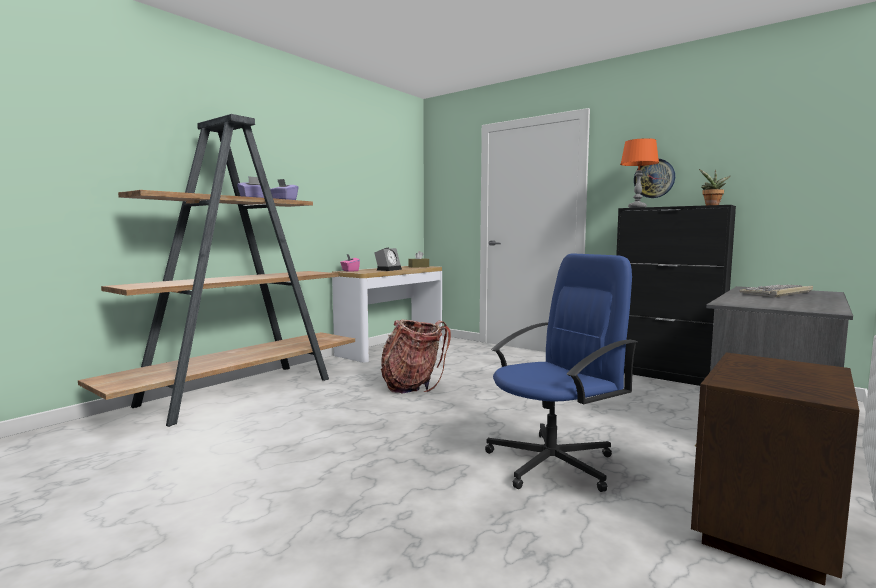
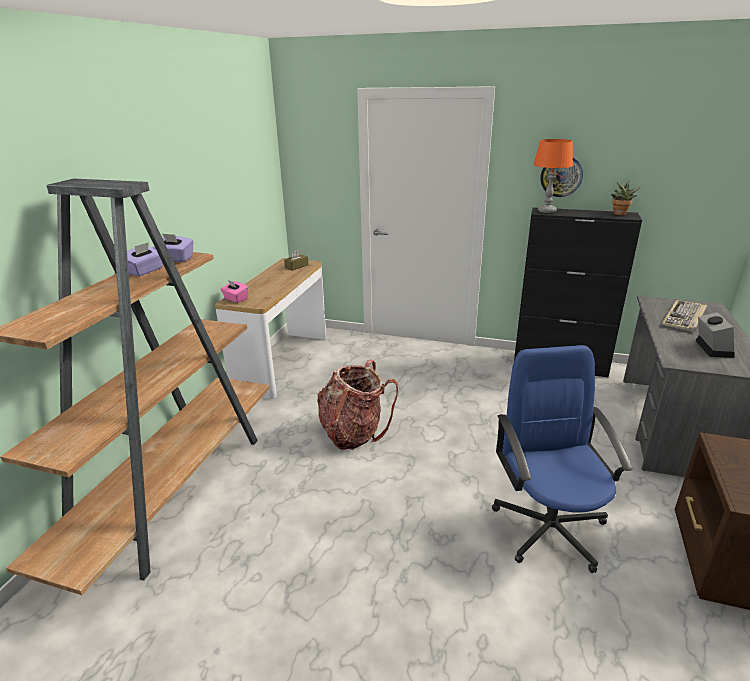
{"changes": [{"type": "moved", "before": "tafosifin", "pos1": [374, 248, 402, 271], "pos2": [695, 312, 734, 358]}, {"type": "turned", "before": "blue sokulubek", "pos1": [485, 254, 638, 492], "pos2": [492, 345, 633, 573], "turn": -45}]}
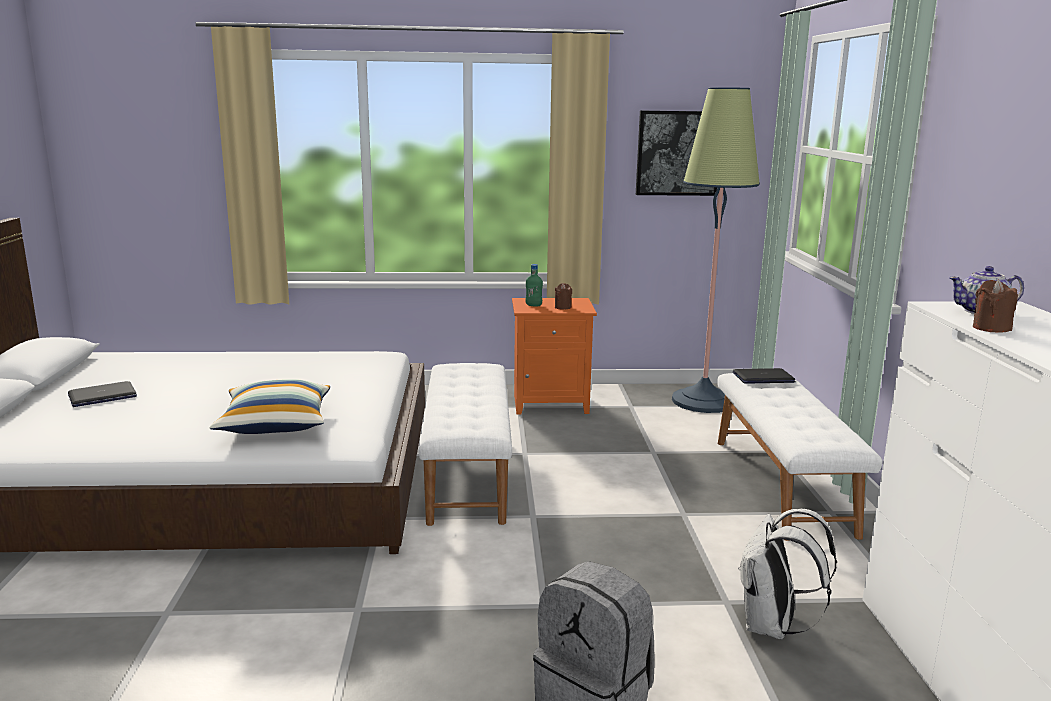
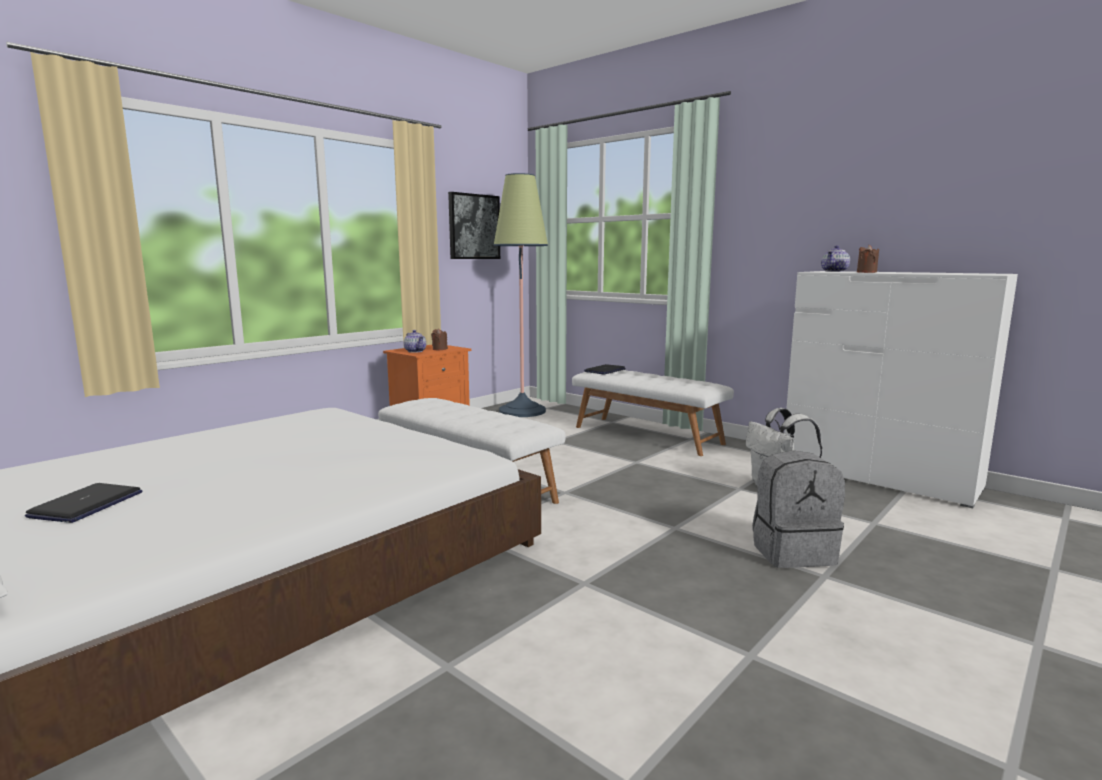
{"changes": [{"type": "replaced", "before": "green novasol", "after": "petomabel", "pos1": [525, 264, 543, 307], "pos2": [404, 330, 426, 353]}, {"type": "removed", "before": "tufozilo", "pos1": [210, 379, 330, 434]}]}
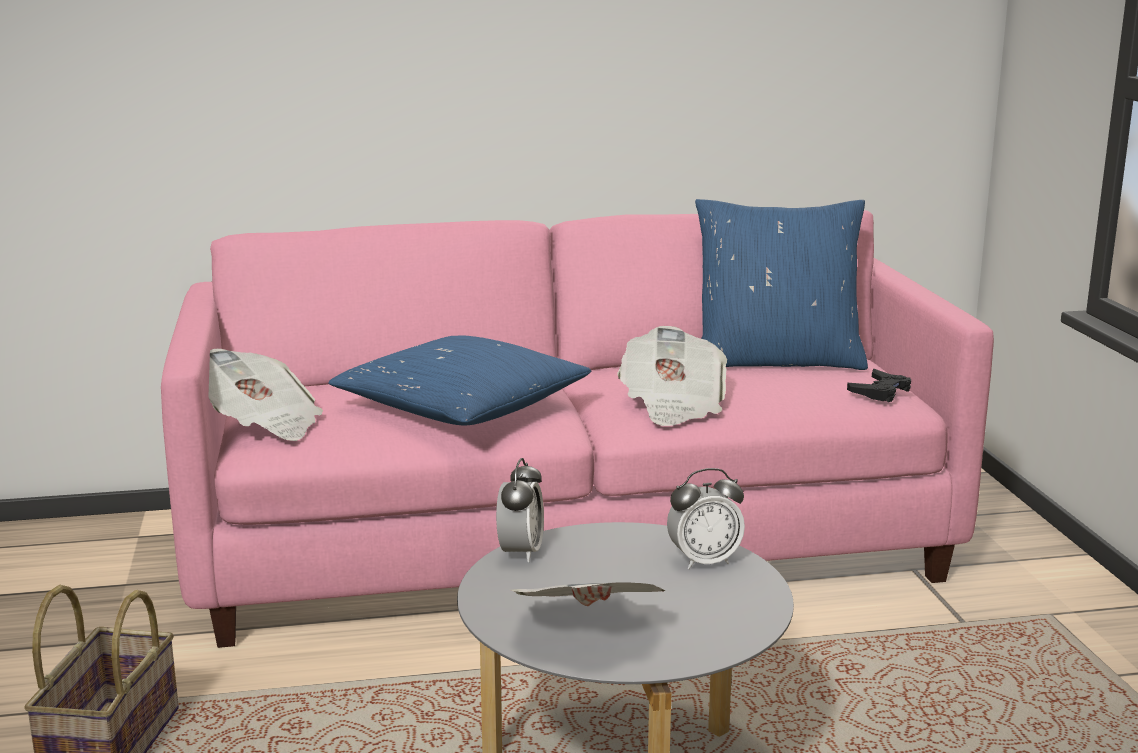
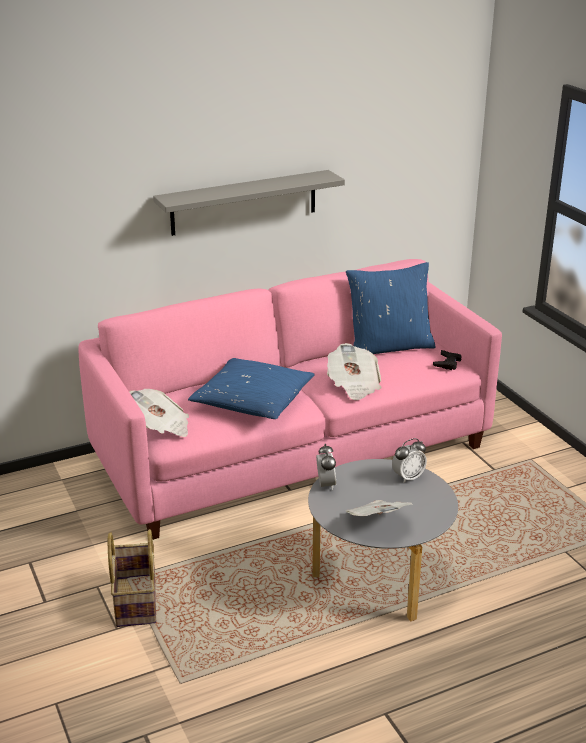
{"changes": [{"type": "added", "after": "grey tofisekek", "pos2": [153, 170, 345, 236]}]}
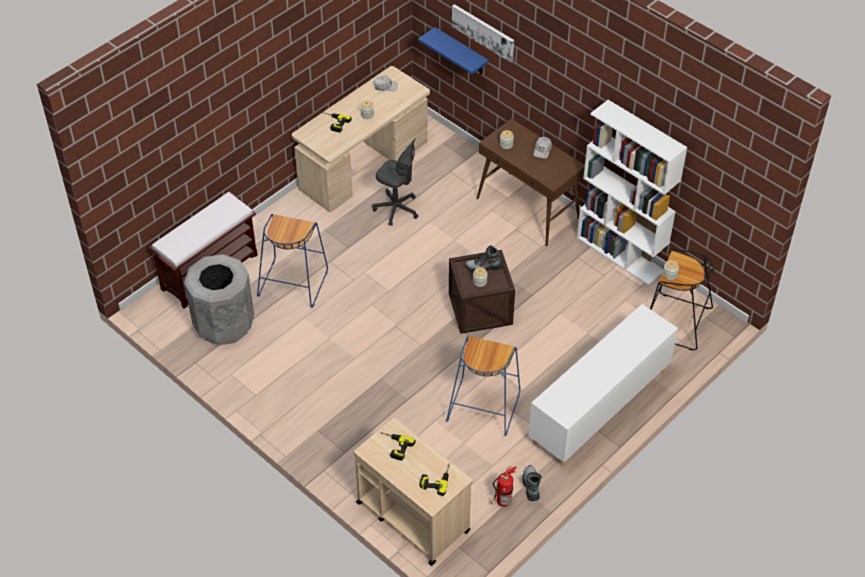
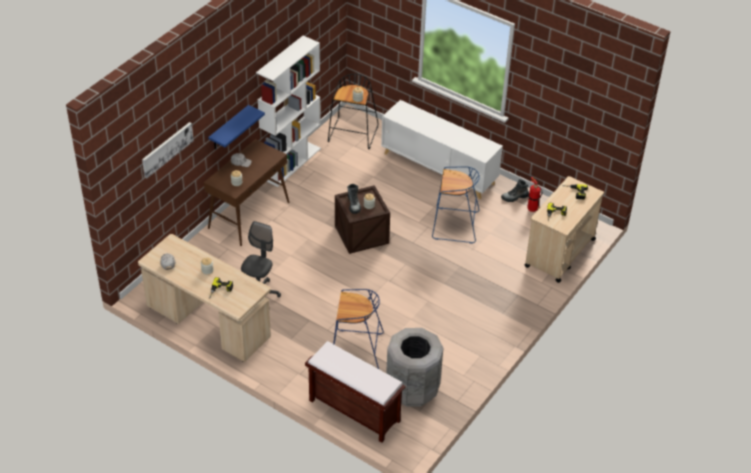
{"changes": [{"type": "moved", "before": "blue tofisekek", "pos1": [418, 27, 489, 75], "pos2": [208, 105, 265, 149]}]}
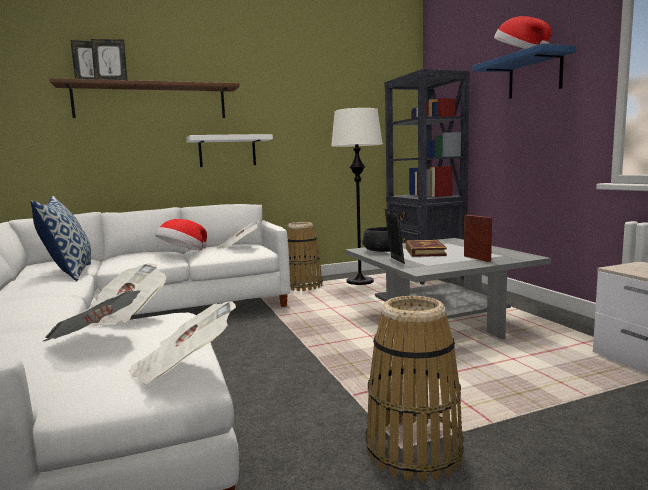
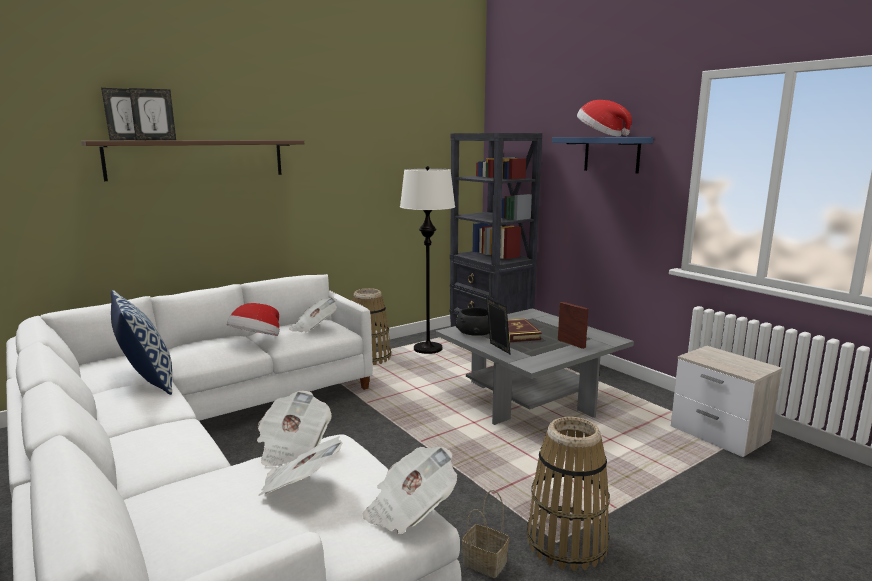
{"changes": [{"type": "removed", "before": "white tofisekek", "pos1": [186, 134, 273, 167]}, {"type": "added", "after": "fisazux", "pos2": [462, 490, 509, 578]}]}
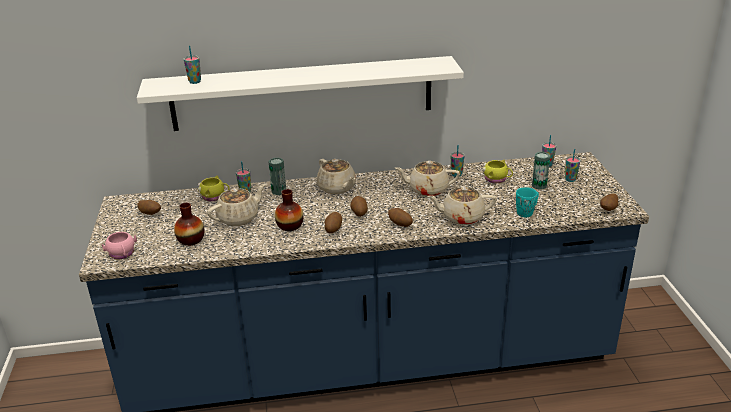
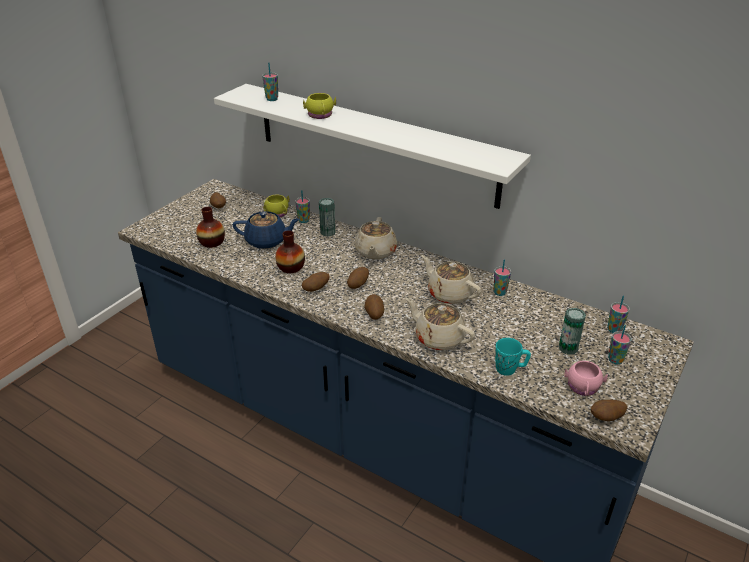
{"changes": [{"type": "moved", "before": "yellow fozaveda", "pos1": [482, 160, 513, 183], "pos2": [303, 93, 336, 119]}, {"type": "recoloured", "before": "beige petomabel", "after": "blue petomabel", "pos1": [207, 184, 266, 226], "pos2": [233, 211, 300, 249]}, {"type": "moved", "before": "pink fozaveda", "pos1": [102, 232, 137, 259], "pos2": [564, 360, 608, 396]}]}
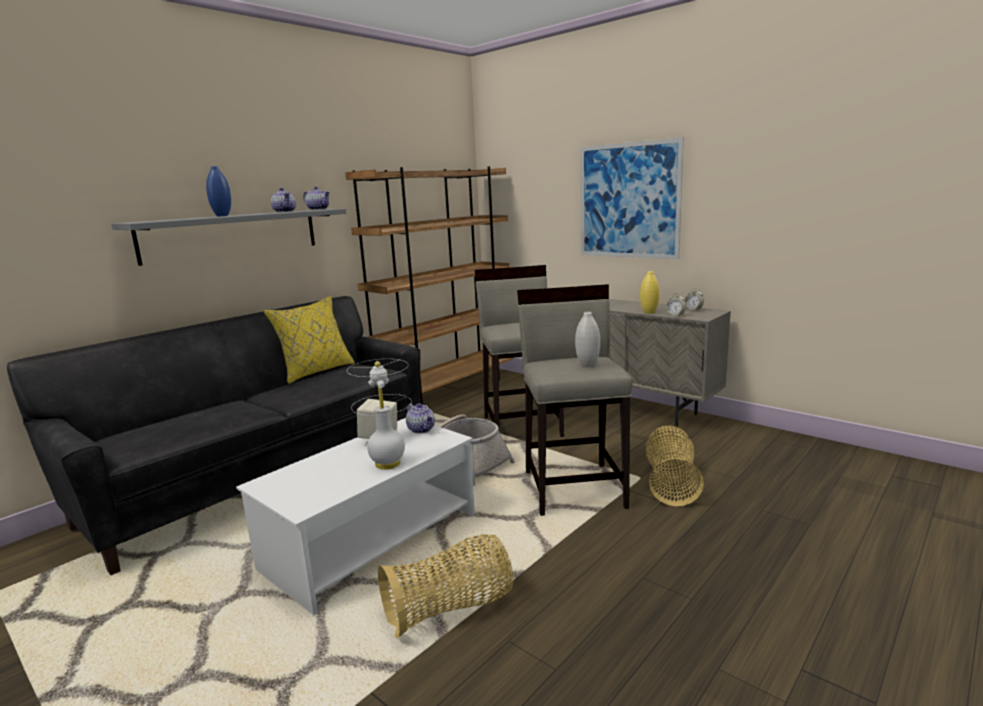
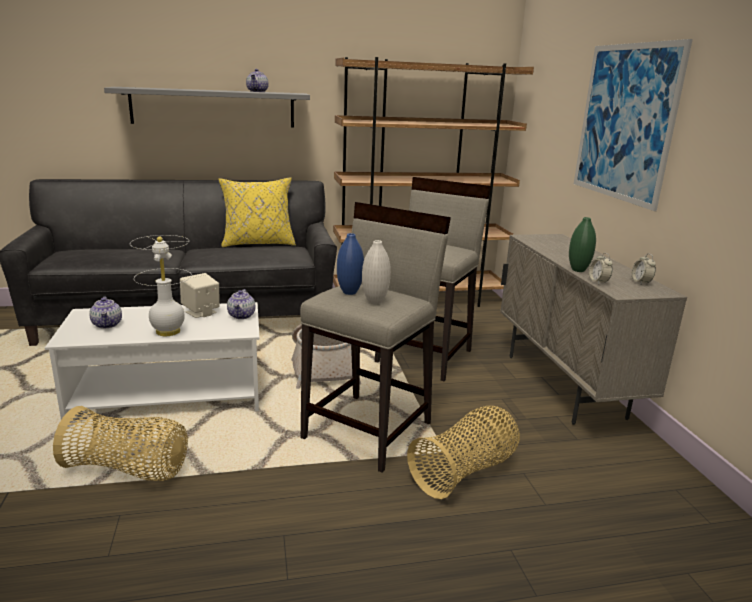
{"changes": [{"type": "moved", "before": "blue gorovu", "pos1": [206, 166, 231, 216], "pos2": [337, 233, 364, 295]}, {"type": "moved", "before": "petomabel", "pos1": [303, 187, 330, 210], "pos2": [89, 297, 122, 329]}, {"type": "recoloured", "before": "yellow gorovu", "after": "green gorovu", "pos1": [640, 271, 660, 314], "pos2": [569, 217, 596, 272]}]}
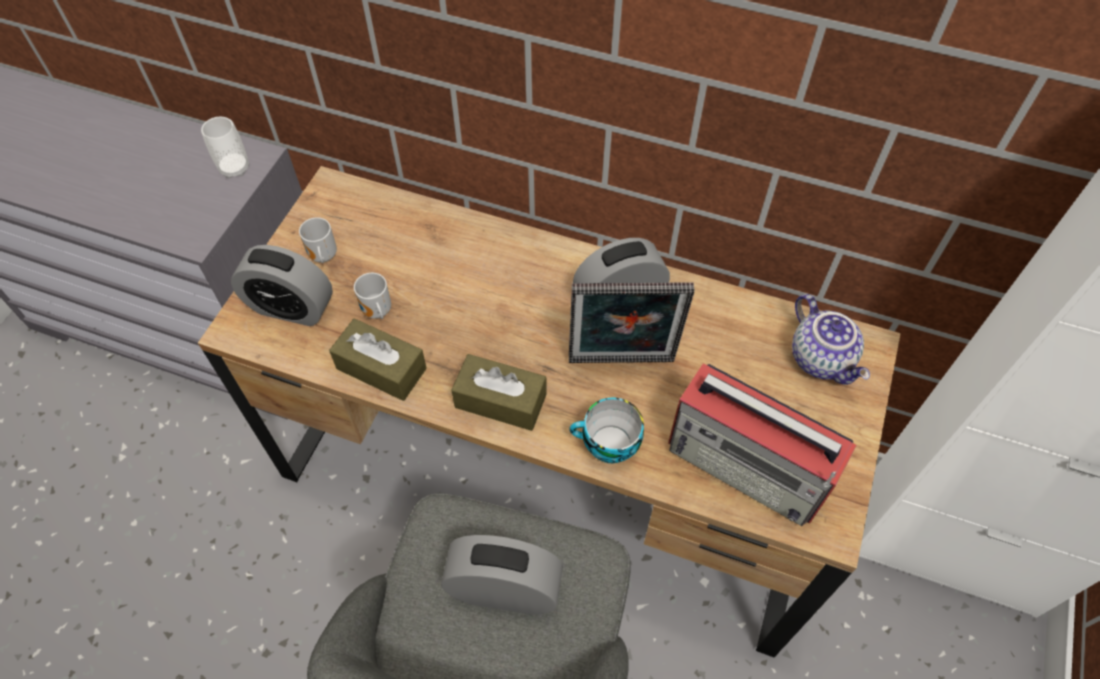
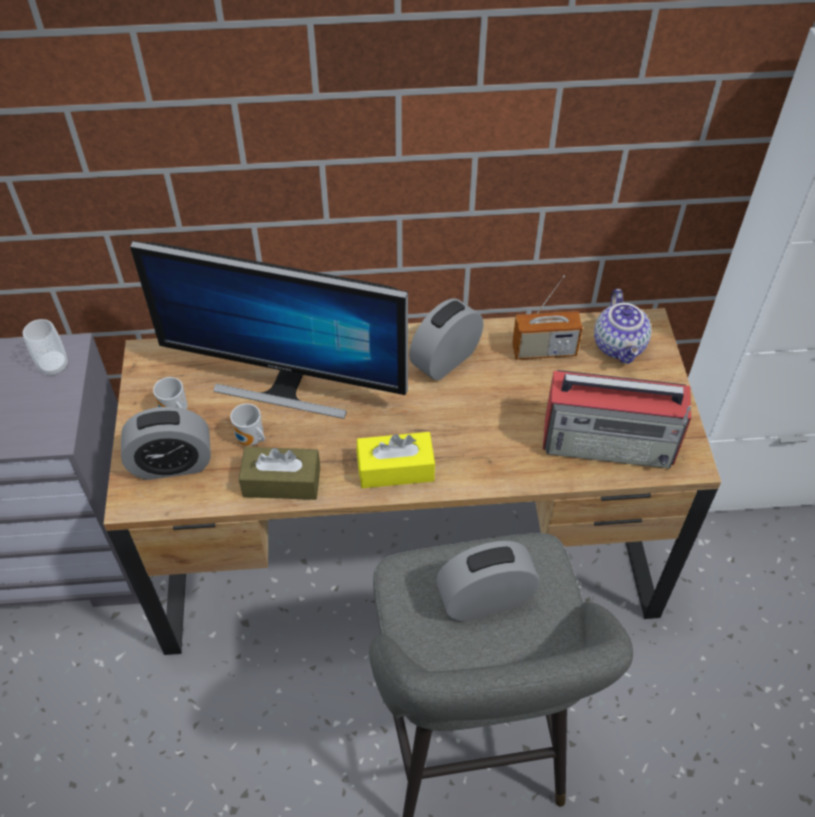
{"changes": [{"type": "removed", "before": "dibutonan", "pos1": [569, 282, 694, 363]}, {"type": "turned", "before": "petomabel", "pos1": [792, 294, 870, 385], "pos2": [594, 289, 651, 364], "turn": 45}, {"type": "recoloured", "before": "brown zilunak", "after": "yellow zilunak", "pos1": [451, 354, 547, 431], "pos2": [357, 432, 435, 488]}, {"type": "removed", "before": "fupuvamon", "pos1": [569, 397, 644, 463]}, {"type": "added", "after": "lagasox", "pos2": [130, 241, 408, 419]}, {"type": "added", "after": "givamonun", "pos2": [512, 275, 583, 360]}]}
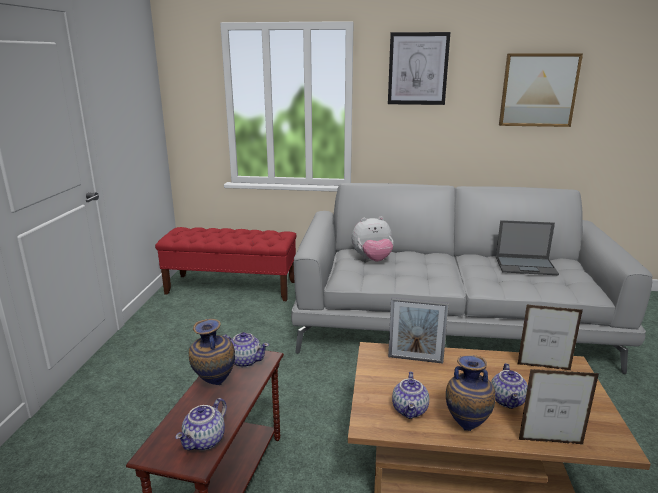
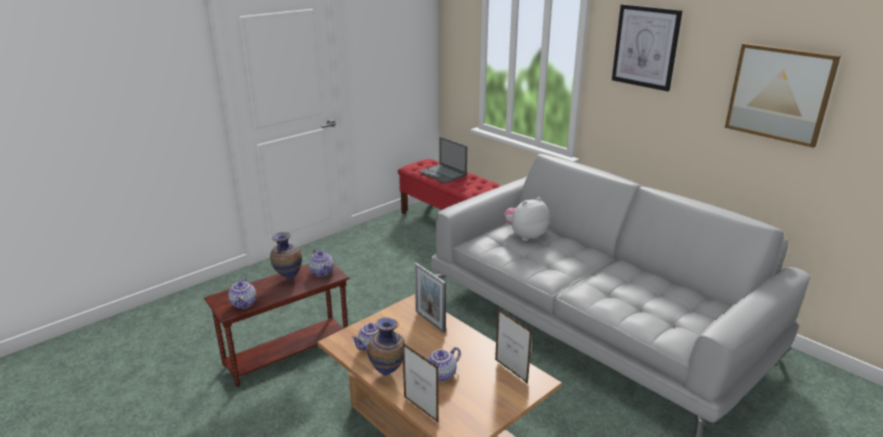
{"changes": [{"type": "turned", "before": "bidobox", "pos1": [352, 216, 393, 262], "pos2": [504, 197, 549, 241], "turn": 120}, {"type": "moved", "before": "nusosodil", "pos1": [496, 220, 559, 275], "pos2": [418, 137, 467, 183]}, {"type": "turned", "before": "petomabel", "pos1": [175, 398, 227, 451], "pos2": [228, 277, 256, 309], "turn": -75}]}
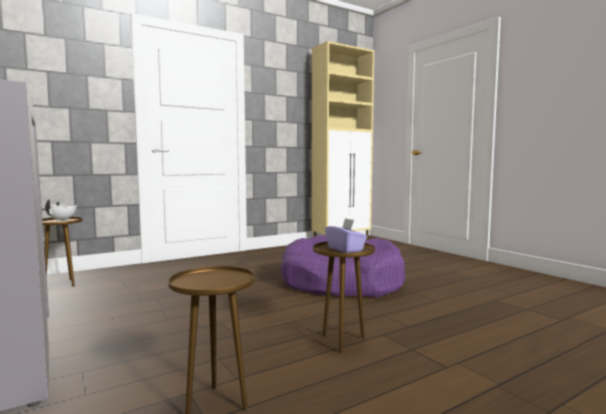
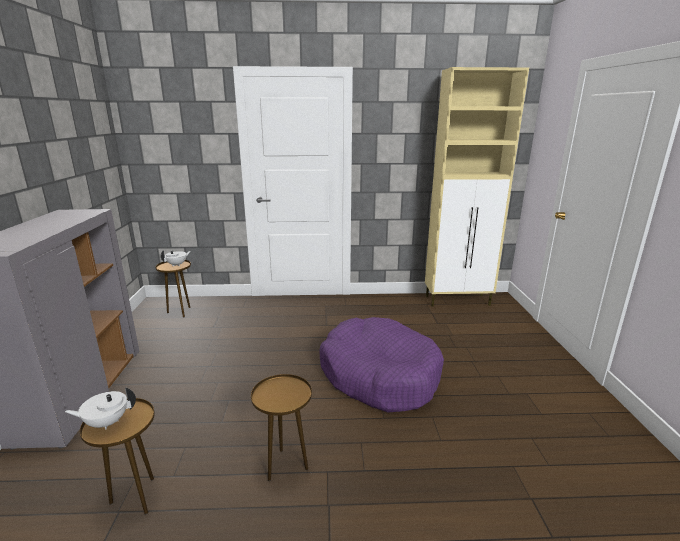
{"changes": [{"type": "removed", "before": "purple zilunak", "pos1": [325, 218, 367, 253]}, {"type": "added", "after": "white petomabel", "pos2": [65, 387, 136, 430]}]}
